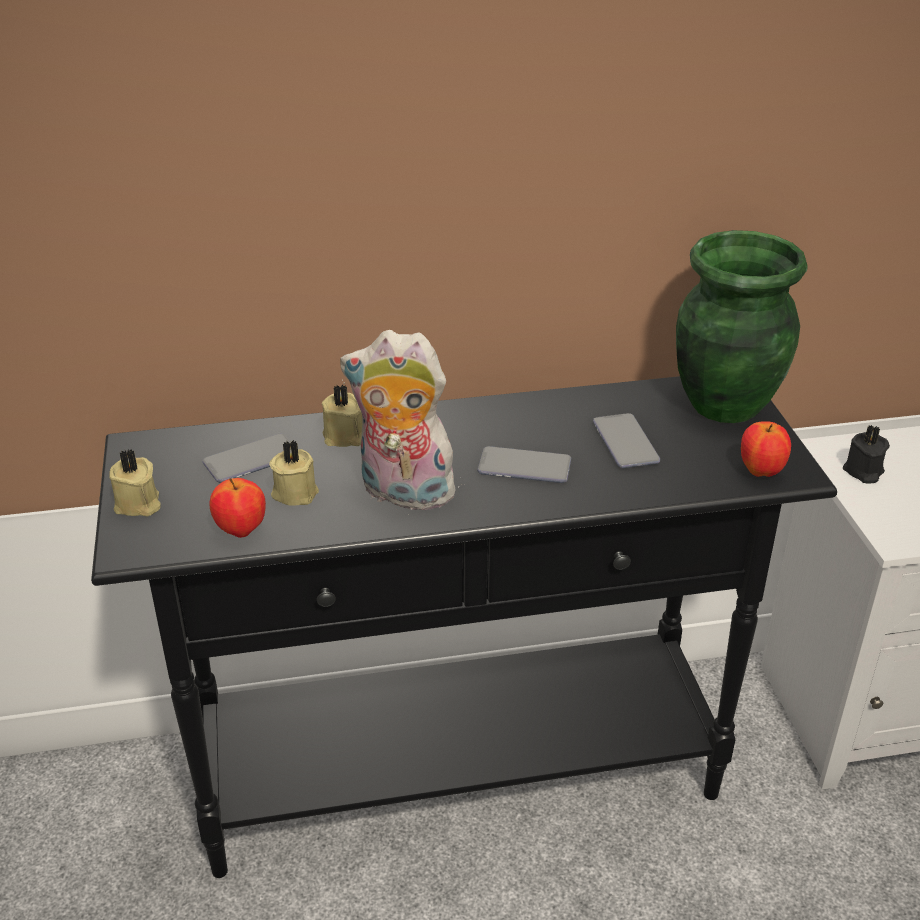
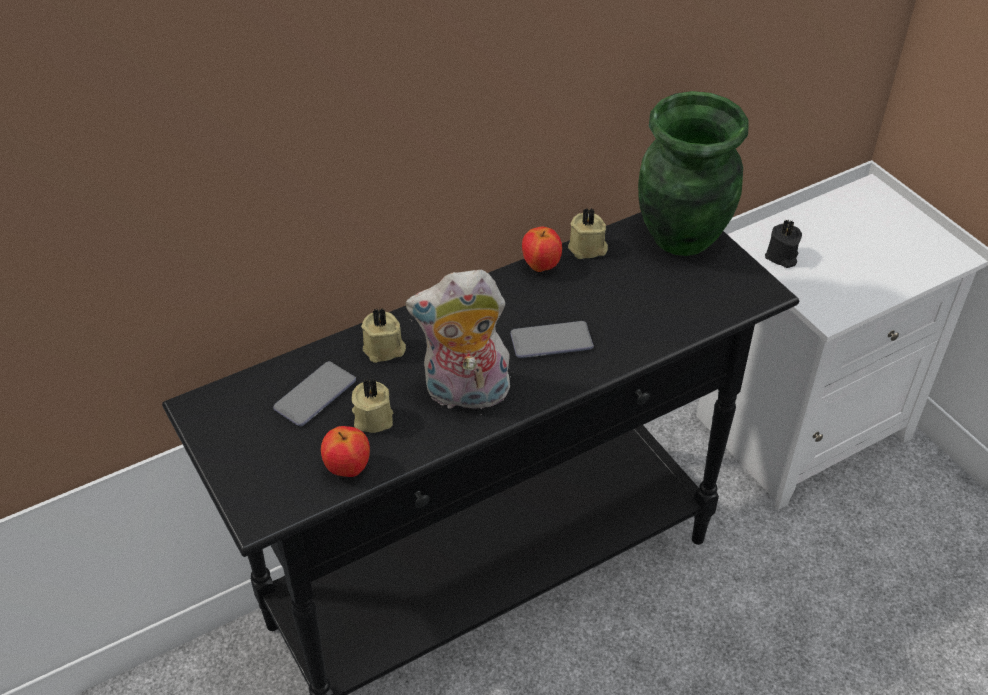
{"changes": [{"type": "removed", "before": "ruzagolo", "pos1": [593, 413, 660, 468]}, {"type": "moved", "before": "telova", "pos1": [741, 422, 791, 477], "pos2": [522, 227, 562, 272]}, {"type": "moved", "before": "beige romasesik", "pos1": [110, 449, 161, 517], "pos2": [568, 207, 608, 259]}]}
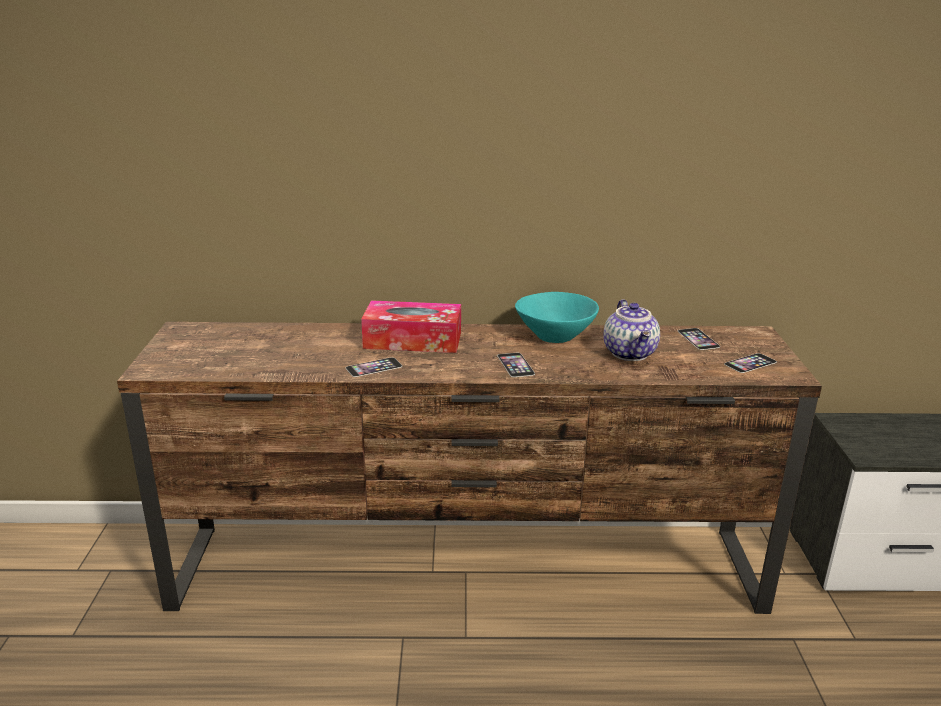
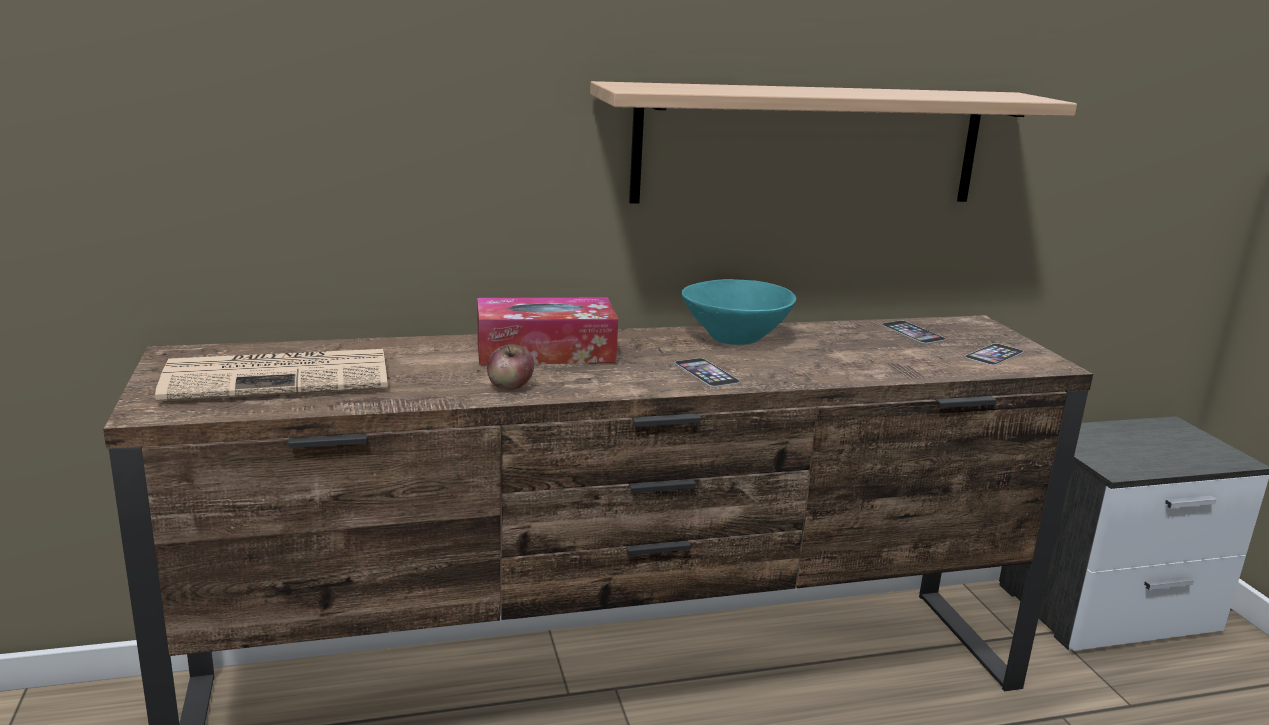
{"changes": [{"type": "removed", "before": "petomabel", "pos1": [604, 299, 660, 361]}, {"type": "replaced", "before": "ruzagolo", "after": "telova", "pos1": [346, 357, 402, 377], "pos2": [487, 344, 534, 390]}, {"type": "added", "after": "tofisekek", "pos2": [590, 81, 1077, 203]}, {"type": "added", "after": "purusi", "pos2": [155, 349, 388, 401]}]}
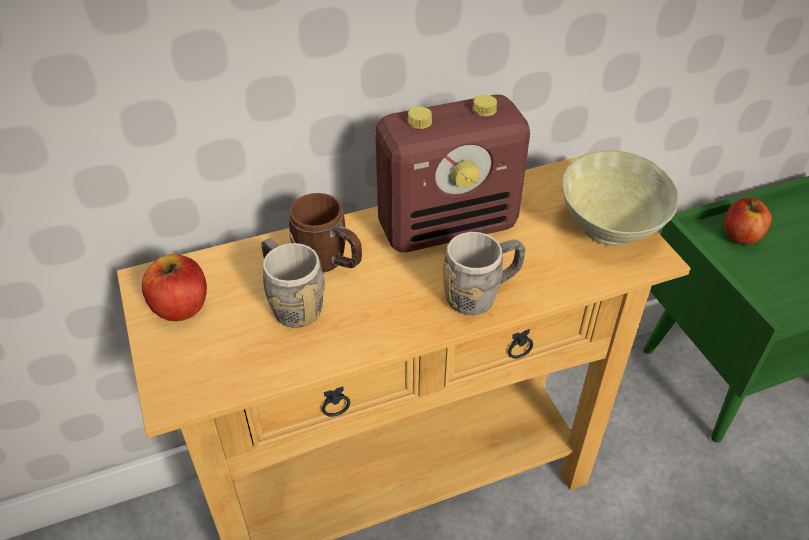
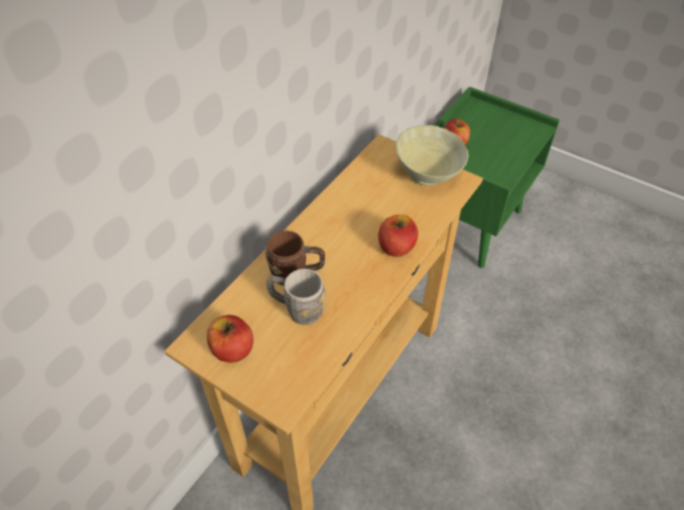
{"changes": [{"type": "removed", "before": "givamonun", "pos1": [375, 94, 530, 252]}, {"type": "replaced", "before": "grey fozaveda", "after": "telova", "pos1": [443, 232, 525, 315], "pos2": [378, 215, 418, 257]}]}
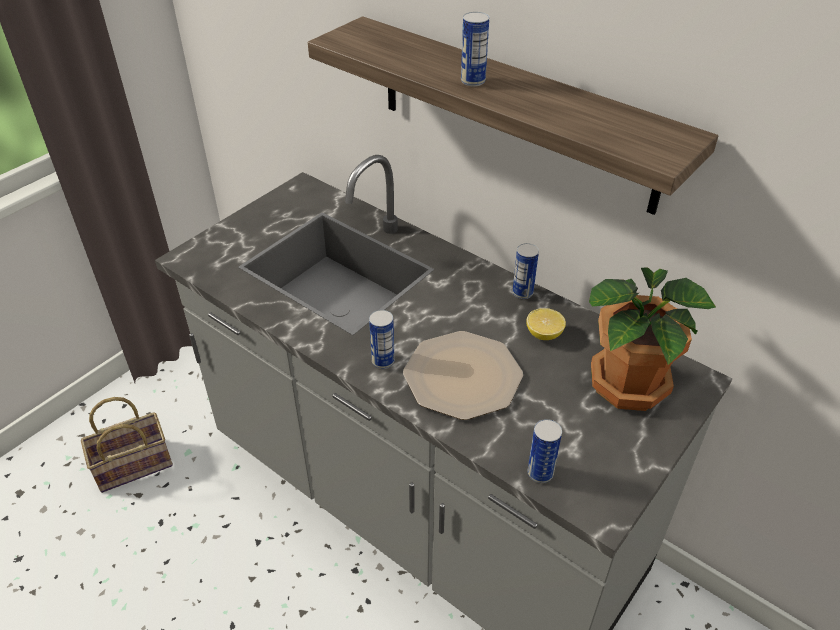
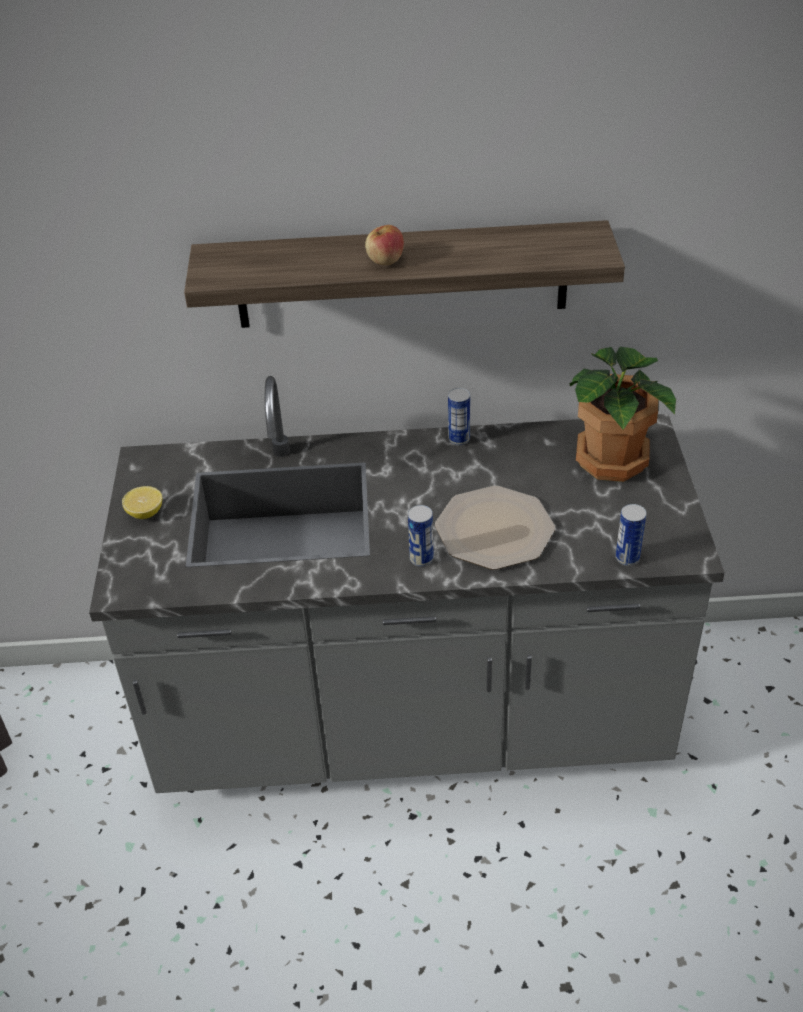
{"changes": [{"type": "replaced", "before": "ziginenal", "after": "telova", "pos1": [461, 12, 489, 86], "pos2": [365, 225, 404, 265]}, {"type": "moved", "before": "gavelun", "pos1": [526, 308, 566, 340], "pos2": [122, 486, 162, 519]}, {"type": "removed", "before": "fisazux", "pos1": [81, 397, 173, 493]}]}
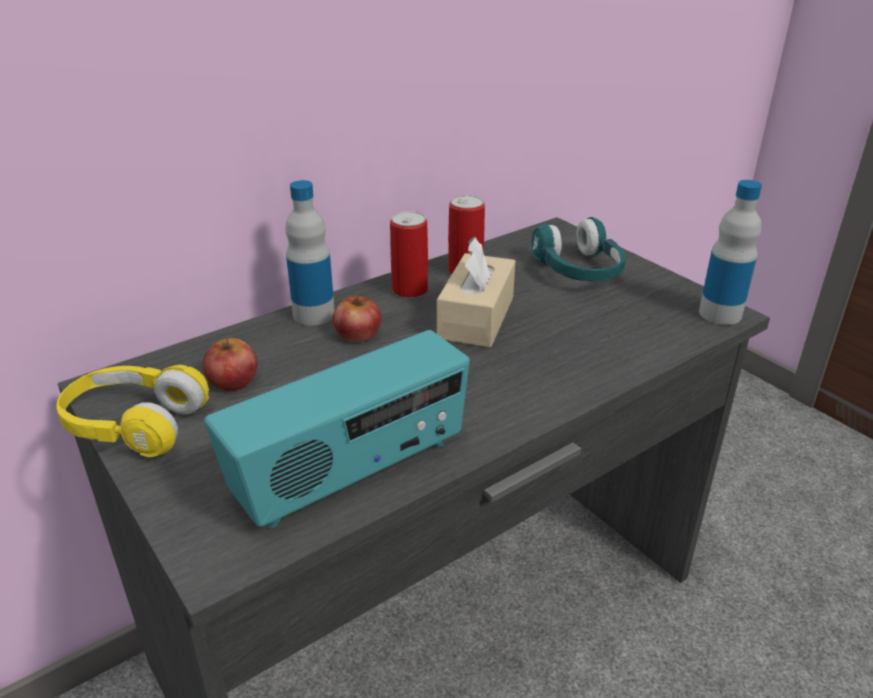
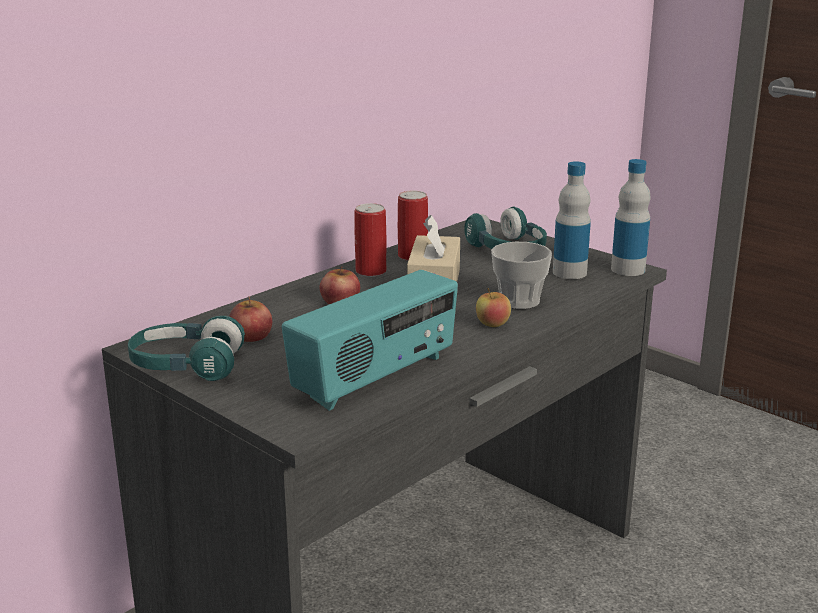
{"changes": [{"type": "moved", "before": "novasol", "pos1": [285, 180, 335, 326], "pos2": [553, 161, 591, 279]}, {"type": "recoloured", "before": "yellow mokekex", "after": "turquoise mokekex", "pos1": [56, 365, 209, 457], "pos2": [128, 316, 245, 381]}, {"type": "added", "after": "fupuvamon", "pos2": [491, 242, 552, 309]}, {"type": "added", "after": "telova", "pos2": [476, 288, 511, 327]}]}
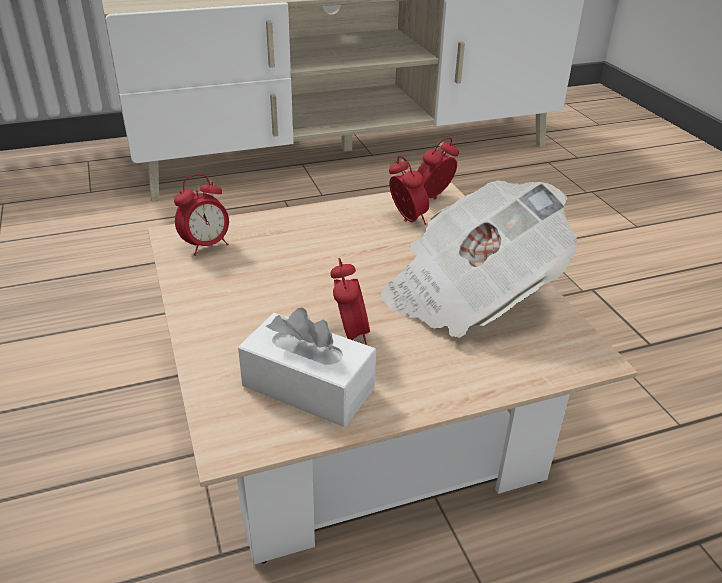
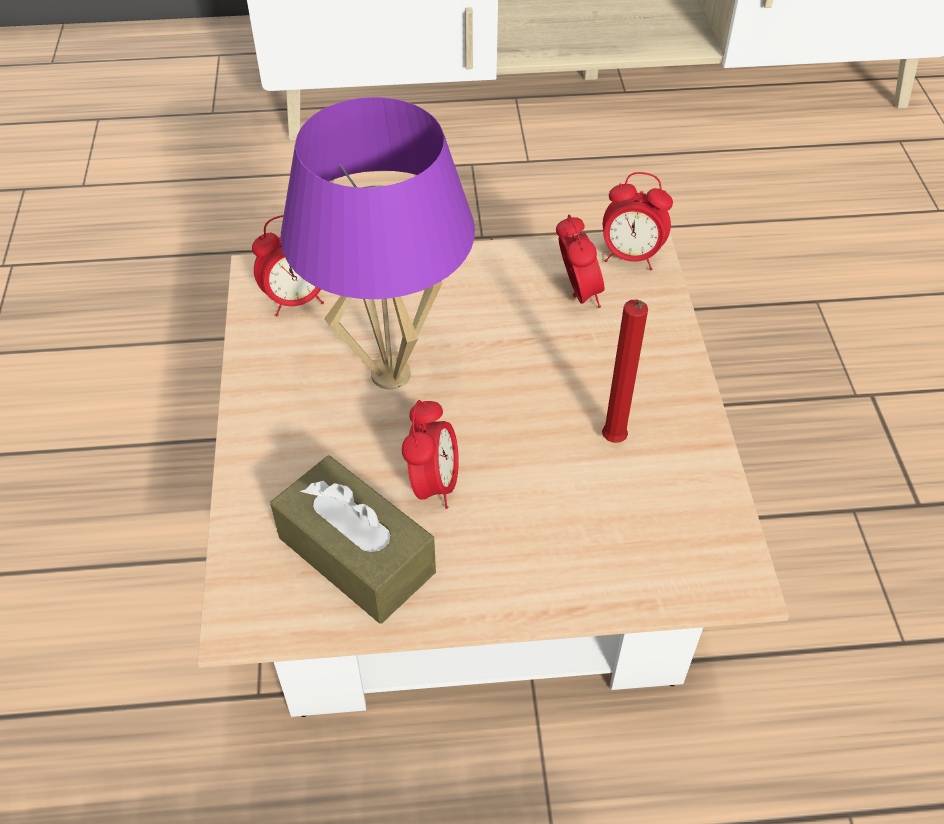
{"changes": [{"type": "turned", "before": "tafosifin", "pos1": [417, 138, 459, 200], "pos2": [603, 172, 673, 270], "turn": -135}, {"type": "replaced", "before": "purusi", "after": "red romasesik", "pos1": [381, 180, 577, 338], "pos2": [602, 299, 648, 443]}, {"type": "recoloured", "before": "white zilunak", "after": "brown zilunak", "pos1": [238, 308, 376, 427], "pos2": [270, 455, 436, 624]}, {"type": "added", "after": "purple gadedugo", "pos2": [281, 97, 475, 390]}]}
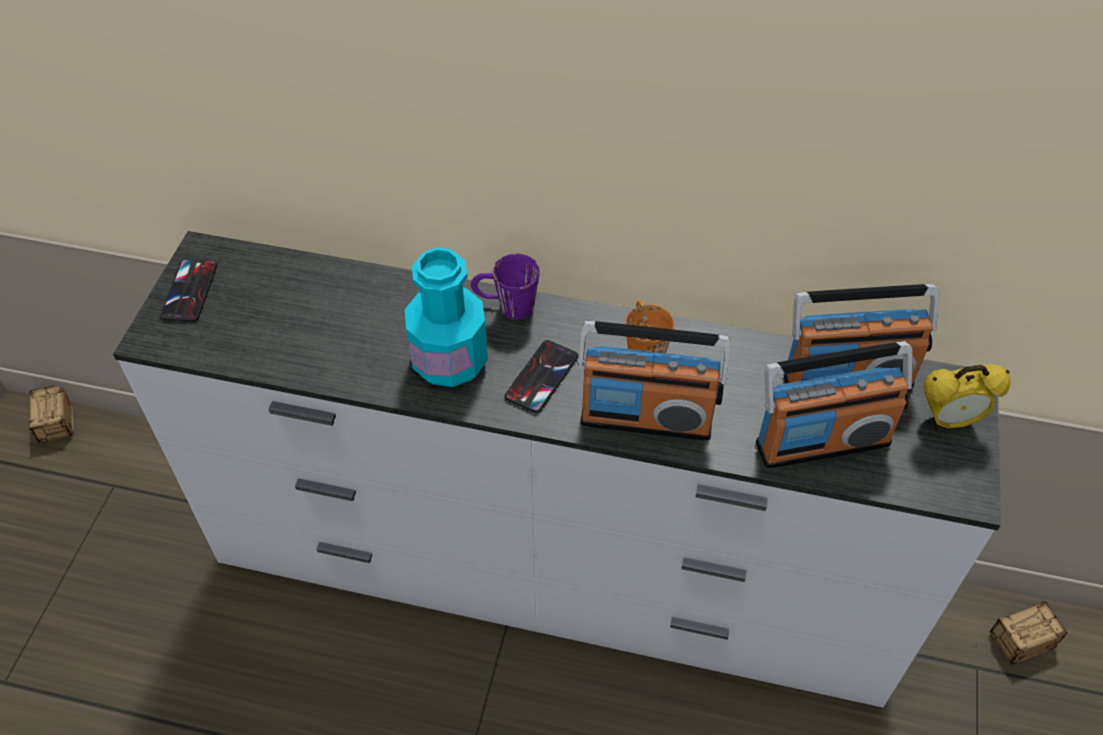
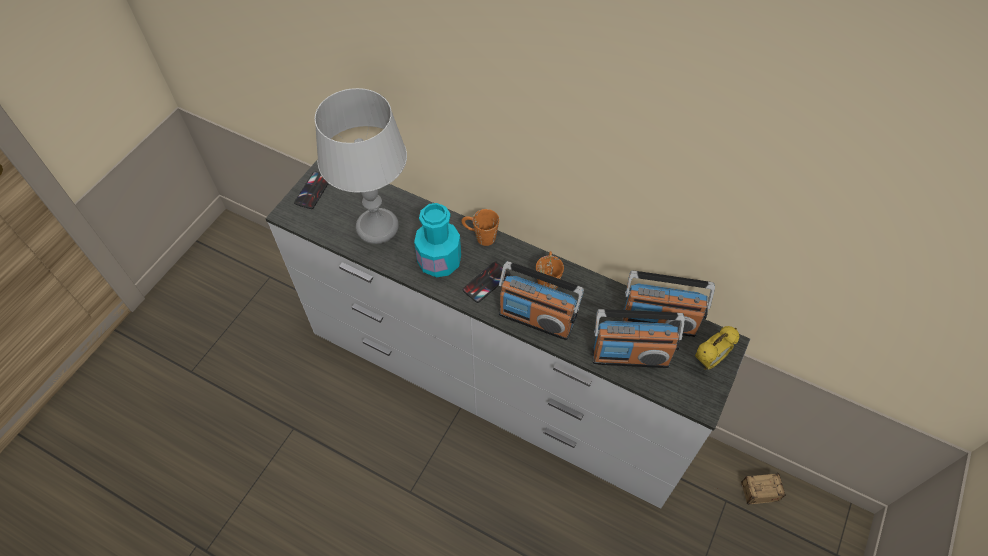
{"changes": [{"type": "recoloured", "before": "purple fozaveda", "after": "orange fozaveda", "pos1": [471, 254, 540, 319], "pos2": [461, 209, 499, 246]}, {"type": "turned", "before": "tafosifin", "pos1": [924, 364, 1011, 429], "pos2": [695, 326, 739, 370], "turn": -45}, {"type": "removed", "before": "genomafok", "pos1": [28, 385, 74, 443]}, {"type": "added", "after": "grey gadedugo", "pos2": [315, 88, 407, 244]}]}
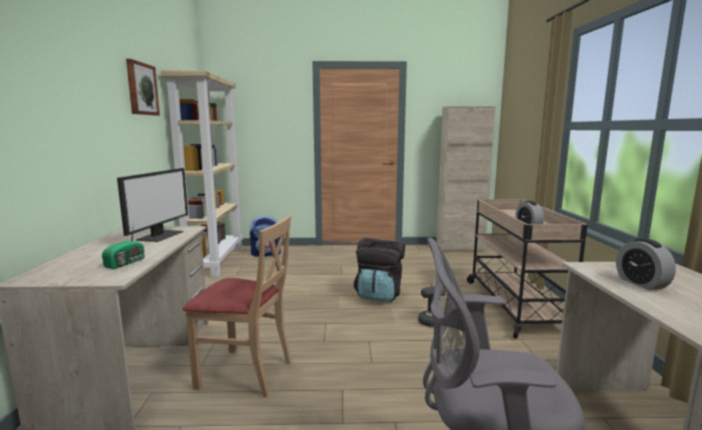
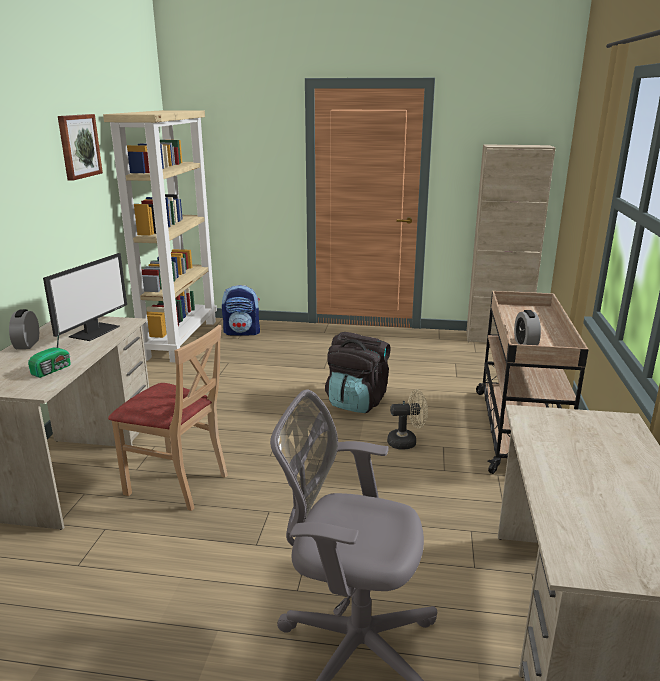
{"changes": [{"type": "moved", "before": "tafosifin", "pos1": [616, 239, 676, 290], "pos2": [9, 309, 39, 349]}]}
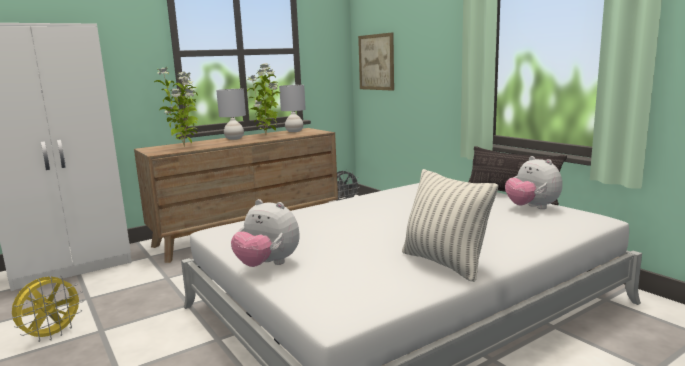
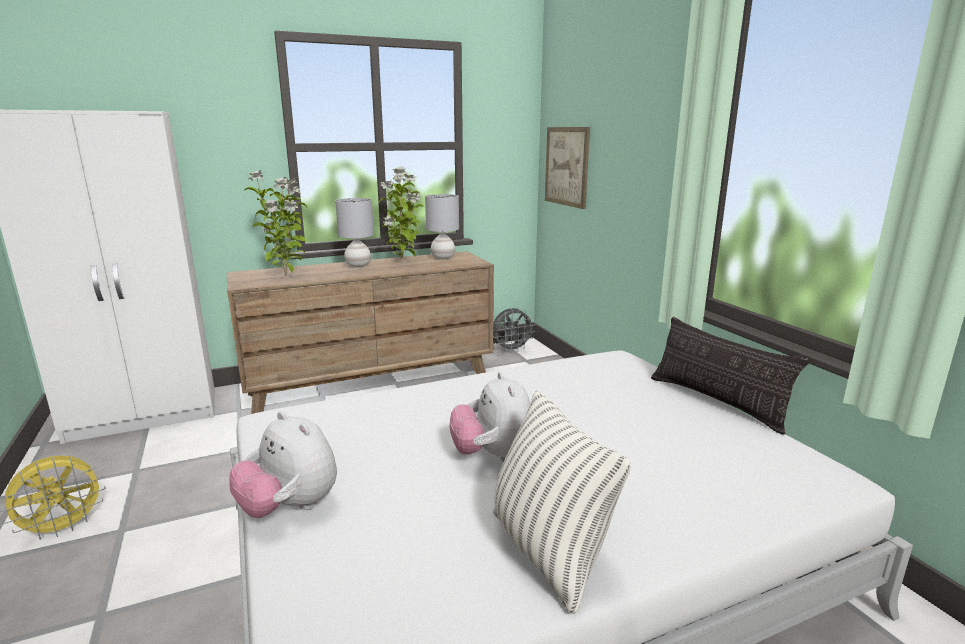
{"changes": [{"type": "moved", "before": "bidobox", "pos1": [505, 156, 562, 209], "pos2": [450, 372, 530, 462]}]}
